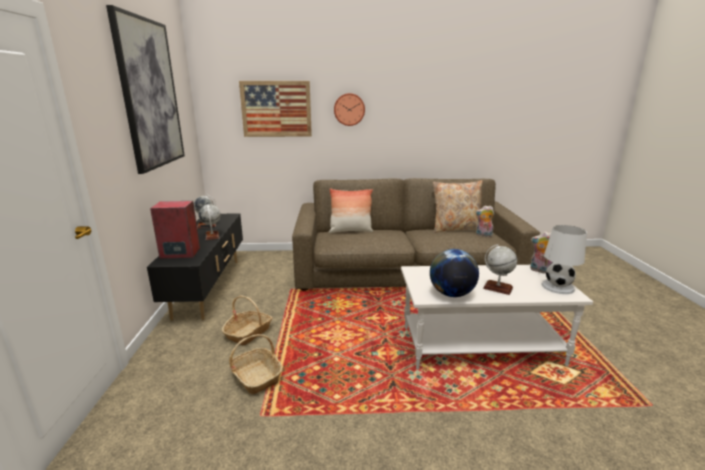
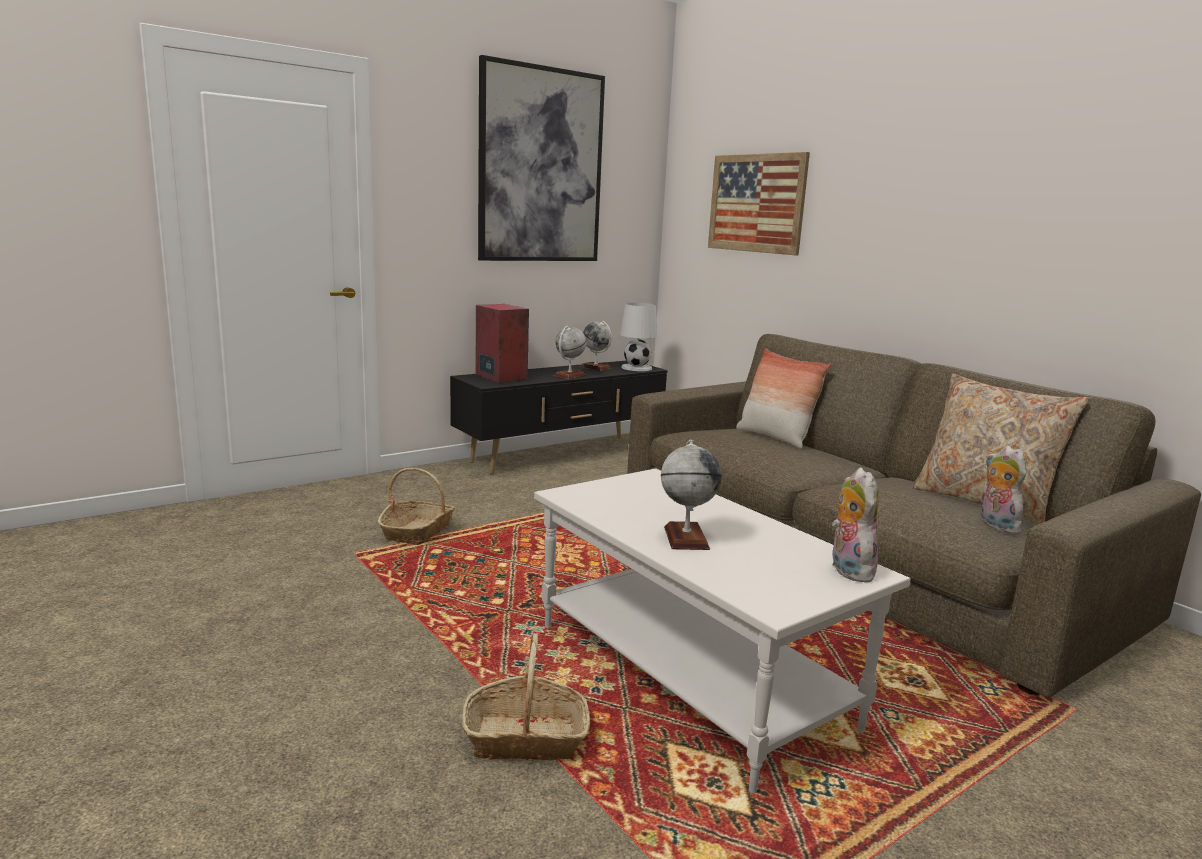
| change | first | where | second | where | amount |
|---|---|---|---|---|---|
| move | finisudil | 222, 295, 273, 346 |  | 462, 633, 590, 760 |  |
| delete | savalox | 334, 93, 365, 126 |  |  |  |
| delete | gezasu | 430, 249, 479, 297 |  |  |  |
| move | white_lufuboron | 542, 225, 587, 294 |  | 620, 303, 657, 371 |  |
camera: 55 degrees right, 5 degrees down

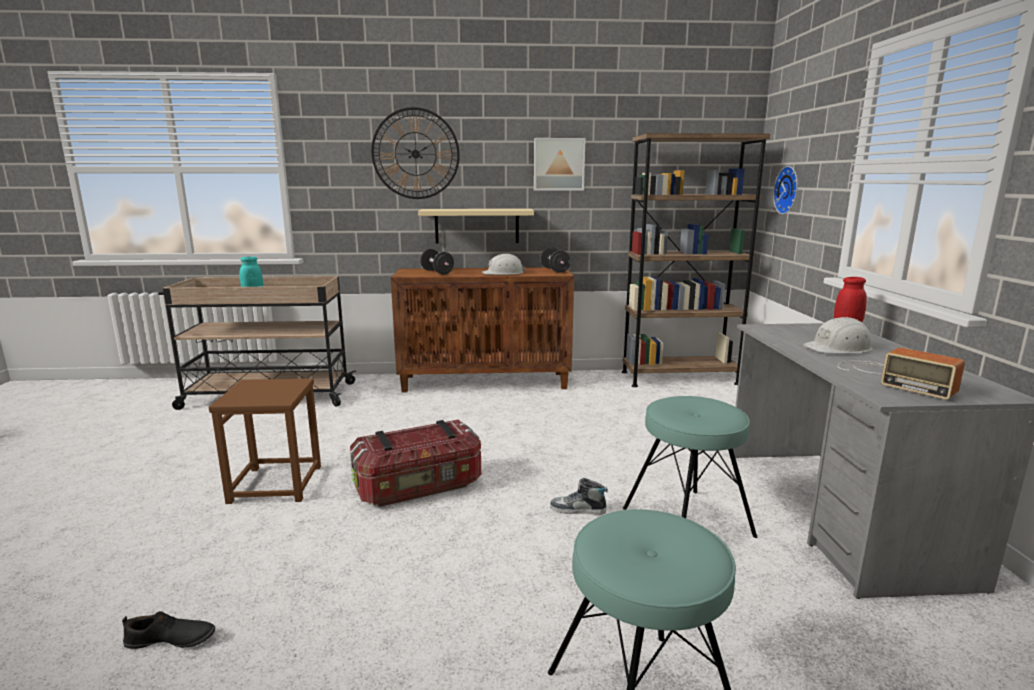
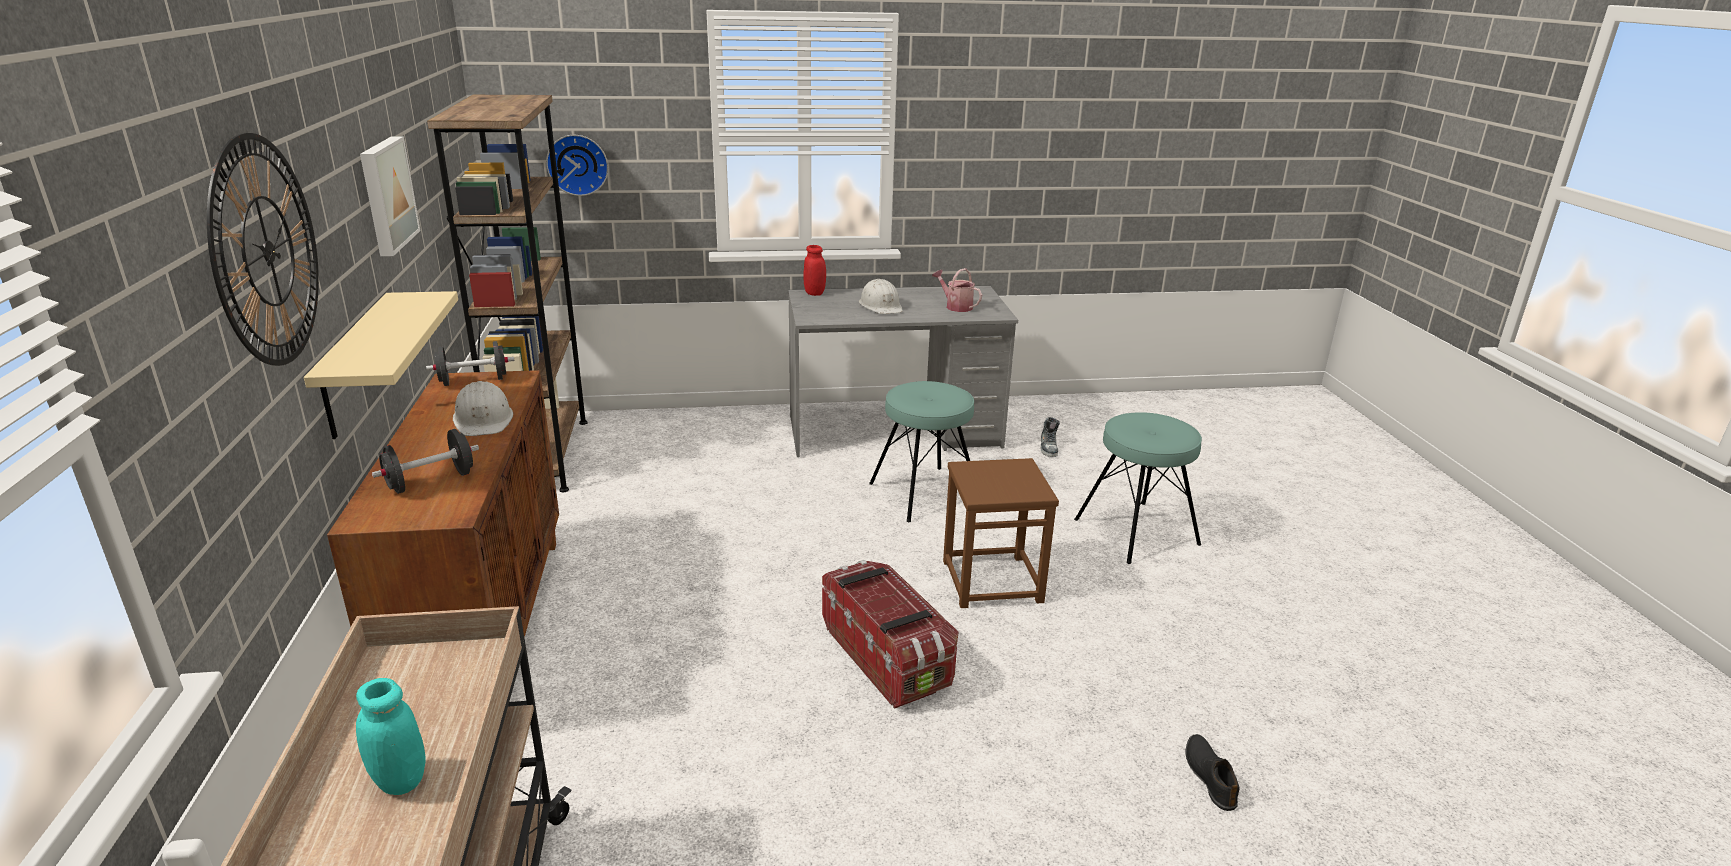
| change | first | where | second | where | amount |
|---|---|---|---|---|---|
| move | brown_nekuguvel | 209, 378, 321, 504 |  | 943, 458, 1059, 608 |  |
| move | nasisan | 550, 478, 608, 515 |  | 1041, 417, 1060, 457 |  |
| replace | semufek | 838, 347, 965, 400 | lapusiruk | 932, 268, 982, 312 |  |
camera: 95 degrees left, 10 degrees up

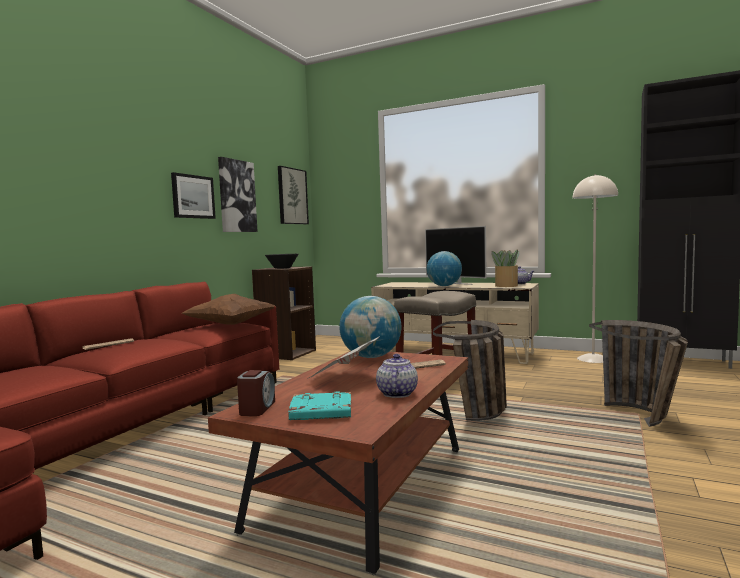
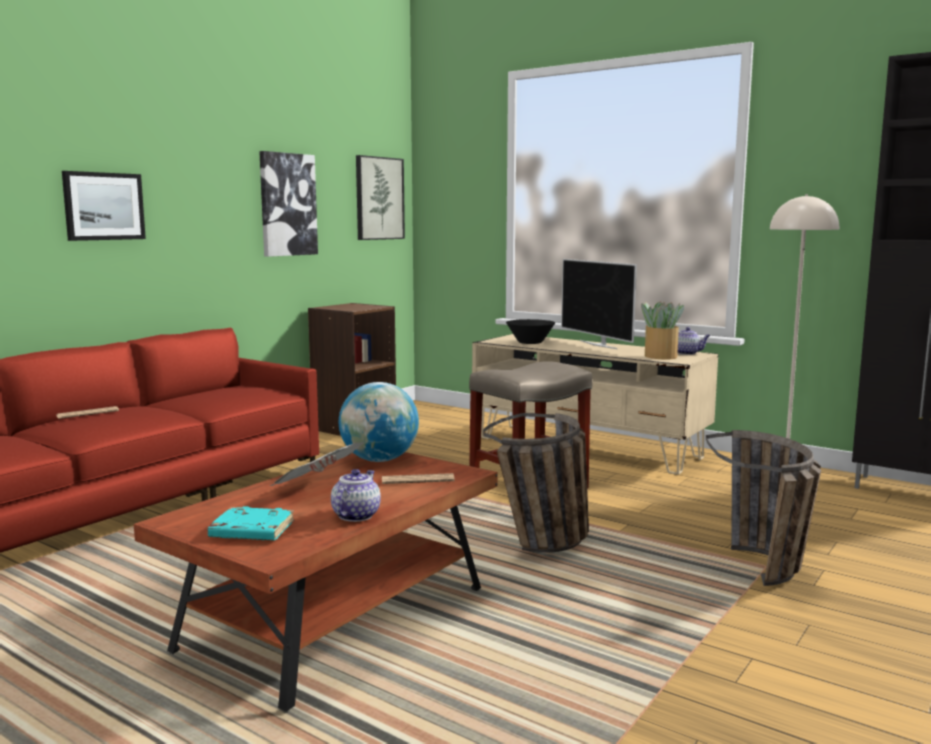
| change | first | where | second | where | amount |
|---|---|---|---|---|---|
| move | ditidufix | 171, 172, 216, 219 |  | 62, 171, 146, 241 |  |
| delete | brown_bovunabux | 182, 294, 275, 325 |  |  |  |
| delete | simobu | 237, 370, 275, 416 |  |  |  |
| move | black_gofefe | 265, 254, 298, 269 |  | 506, 319, 555, 344 |  |
| delete | gezasu | 427, 251, 462, 286 |  |  |  |
camera: 10 degrees right, 5 degrees up

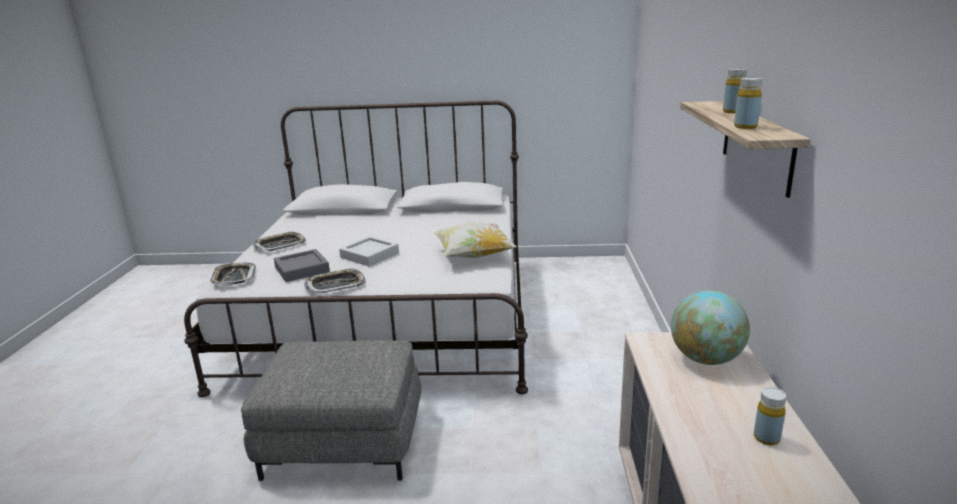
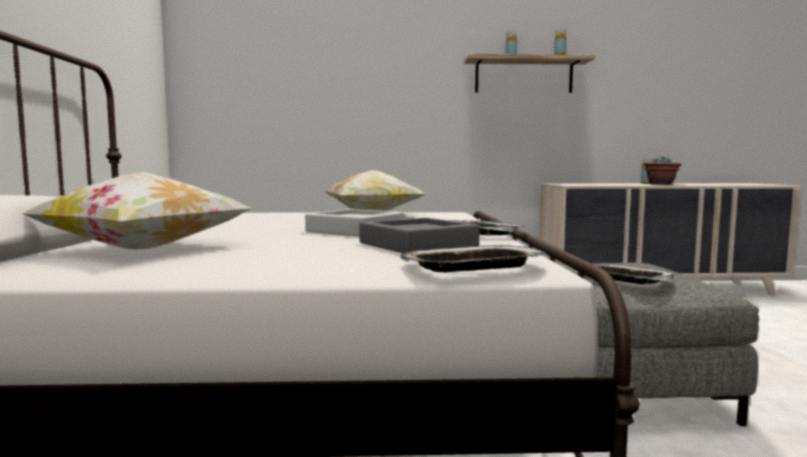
| change | first | where | second | where | amount |
|---|---|---|---|---|---|
| move | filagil | 253, 231, 306, 251 |  | 594, 263, 674, 284 |  |
| delete | gezasu | 671, 290, 750, 365 |  |  |  |
| insert |  |  | bovunabux | 23, 172, 252, 249 |  |
| insert |  |  | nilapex | 643, 156, 682, 185 |  |
camera: 95 degrees left, 15 degrees down

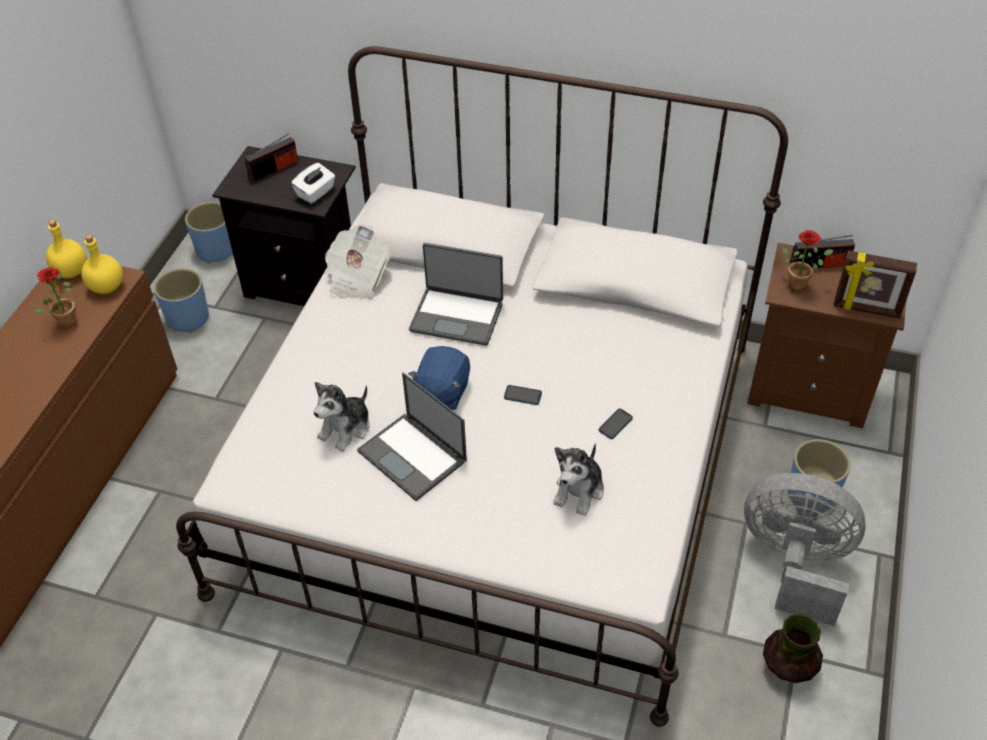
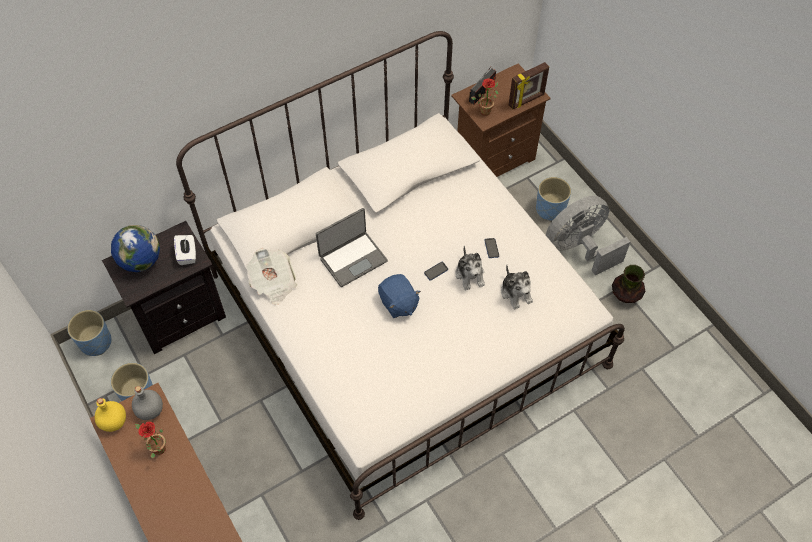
| change | first | where | second | where | amount |
|---|---|---|---|---|---|
| recolor | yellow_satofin | 81, 234, 123, 294 | grey_satofin | 132, 386, 163, 420 |  |
| replace | semufek | 245, 133, 298, 182 | gezasu | 111, 225, 160, 272 |  |
| move | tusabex | 314, 382, 370, 452 |  | 456, 246, 485, 290 |  |
| delete | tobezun | 357, 372, 467, 501 |  |  |  |
camera: 50 degrees left, 10 degrees up

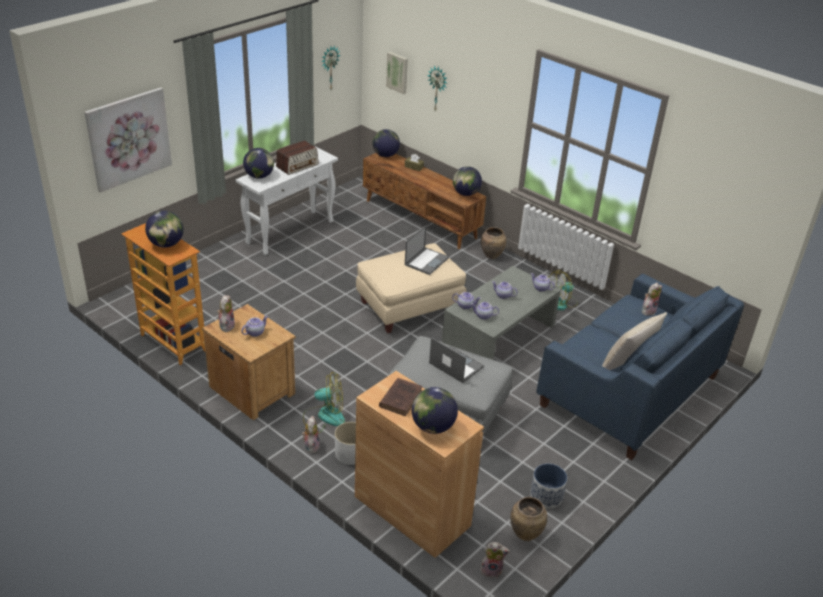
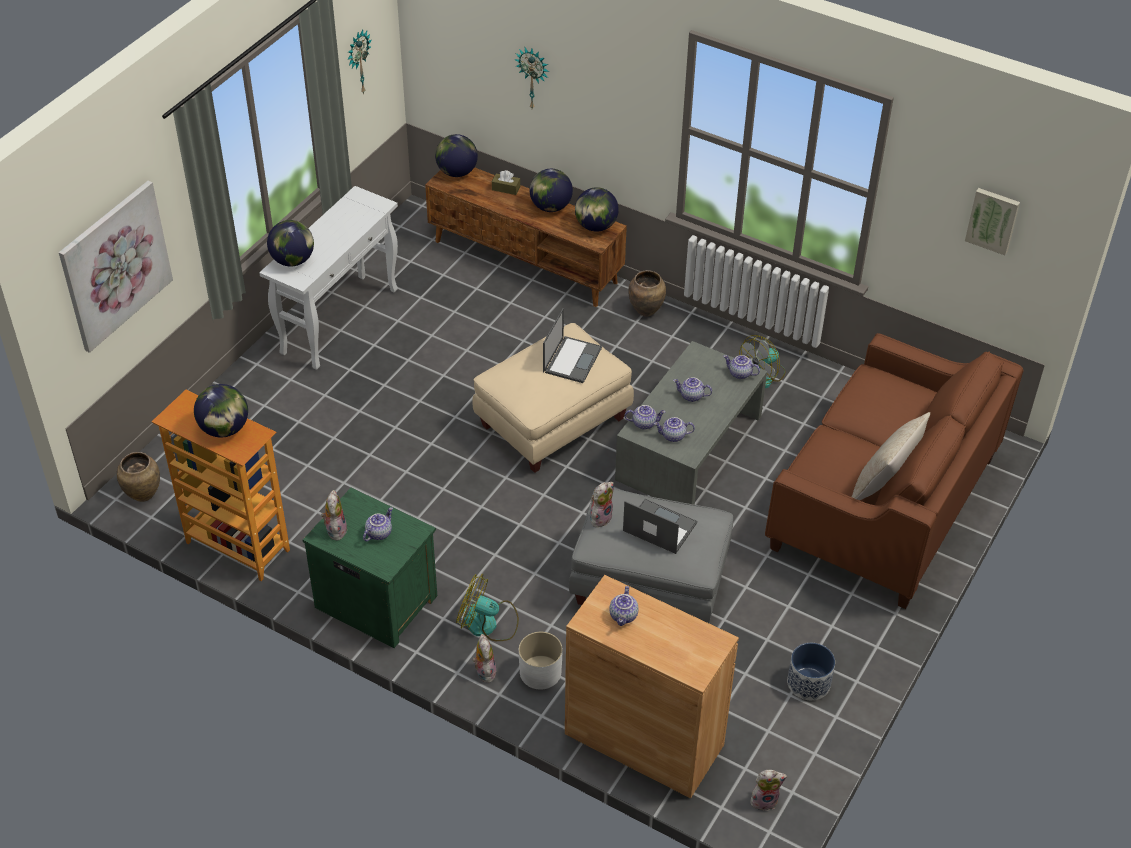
| change | first | where | second | where | amount |
|---|---|---|---|---|---|
| recolor | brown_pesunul | 202, 304, 296, 420 | green_pesunul | 302, 488, 437, 648 |  |
| delete | semufek | 276, 141, 319, 175 |  |  |  |
| rotate | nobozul | 303, 372, 345, 433 |  | 456, 574, 519, 641 | 150 degrees counterclockwise |
| replace | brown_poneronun | 379, 378, 423, 416 | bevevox | 609, 586, 639, 626 |  |
| move | ditidufix | 386, 52, 408, 94 |  | 965, 188, 1020, 255 |  |
| move | gezasu | 412, 387, 458, 434 |  | 530, 169, 573, 212 |  |
| move | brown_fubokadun | 510, 497, 547, 541 |  | 117, 452, 160, 502 |  |
| recolor | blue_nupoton | 536, 274, 744, 460 | brown_nupoton | 765, 333, 1023, 609 |  |
| move | tusabex | 642, 283, 662, 316 |  | 590, 482, 614, 527 |  |
camera: 10 degrees left, 10 degrees up

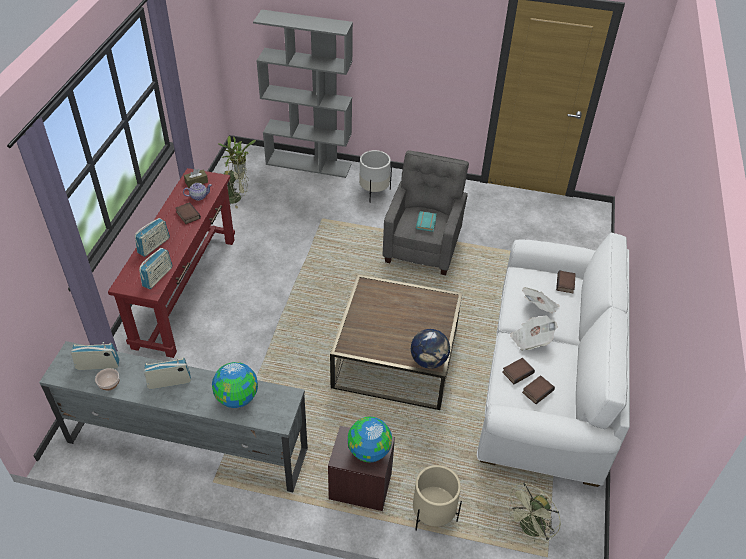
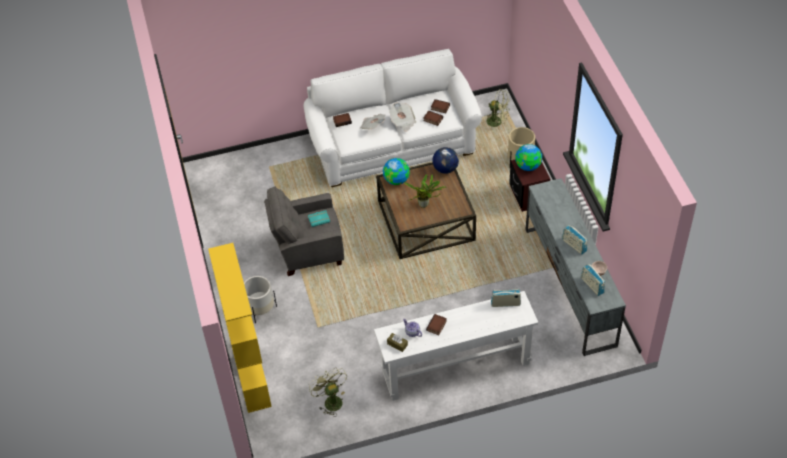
| change | first | where | second | where | amount |
|---|---|---|---|---|---|
| recolor | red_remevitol | 108, 168, 235, 358 | white_remevitol | 374, 291, 538, 401 |  |
| delete | semufek | 135, 218, 170, 257 |  |  |  |
| move | gezasu | 212, 362, 258, 408 |  | 383, 158, 410, 185 |  |
| move | nilapex | 218, 136, 256, 174 |  | 404, 174, 446, 208 |  |
| recolor | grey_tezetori | 253, 9, 353, 178 | yellow_tezetori | 208, 243, 272, 413 |  |
camera: 115 degrees left, 5 degrees up

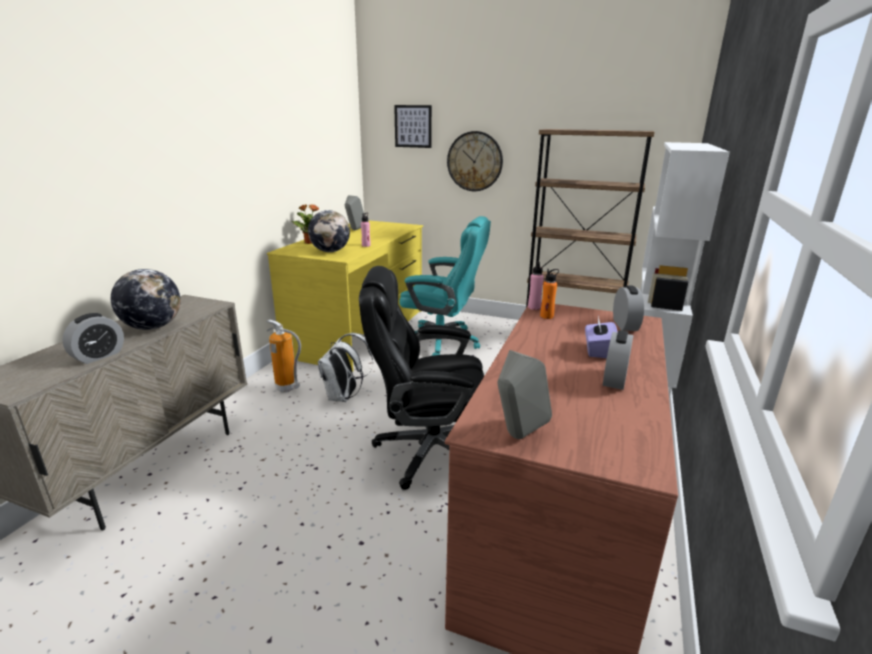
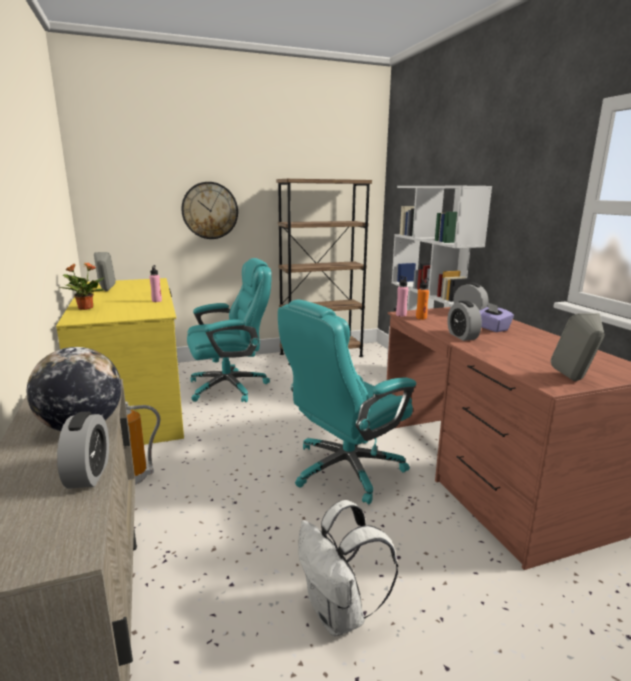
| change | first | where | second | where | amount |
|---|---|---|---|---|---|
| delete | gezasu | 308, 210, 350, 252 |  |  |  |
| move | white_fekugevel | 318, 333, 373, 402 |  | 298, 500, 398, 636 |  |
| recolor | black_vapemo | 359, 266, 484, 490 | turquoise_vapemo | 278, 300, 416, 504 |  |
| delete | ditidufix | 394, 105, 432, 148 |  |  |  |
| move | simobu | 603, 330, 633, 390 |  | 447, 301, 482, 341 |  |
camera: 40 degrees left, 5 degrees down

